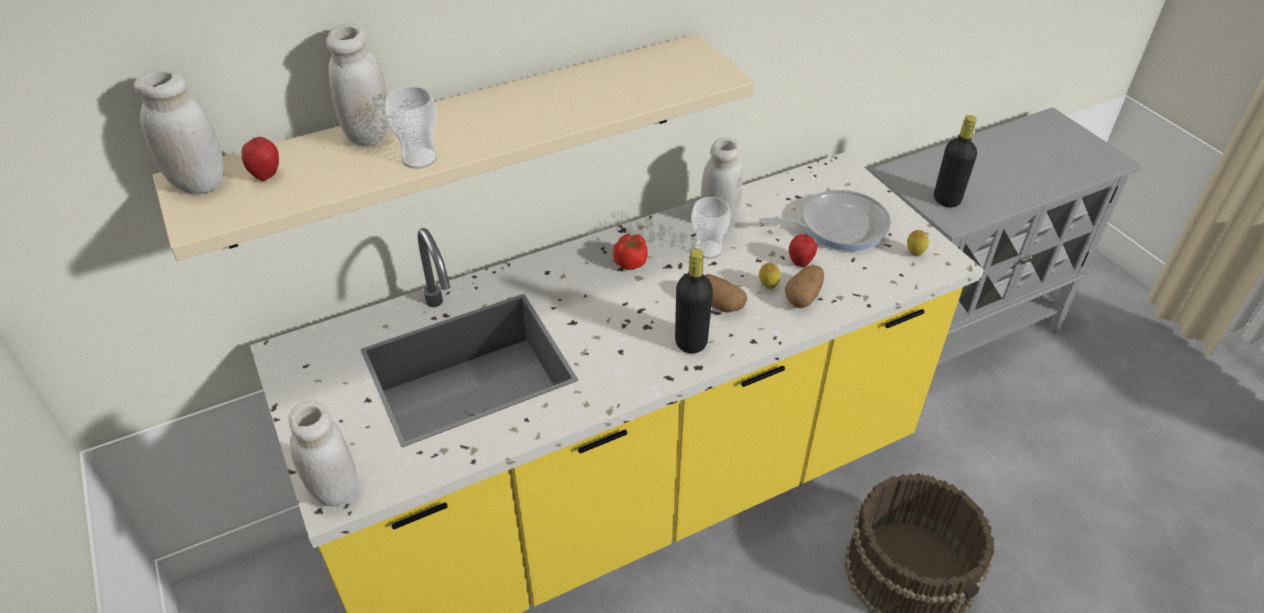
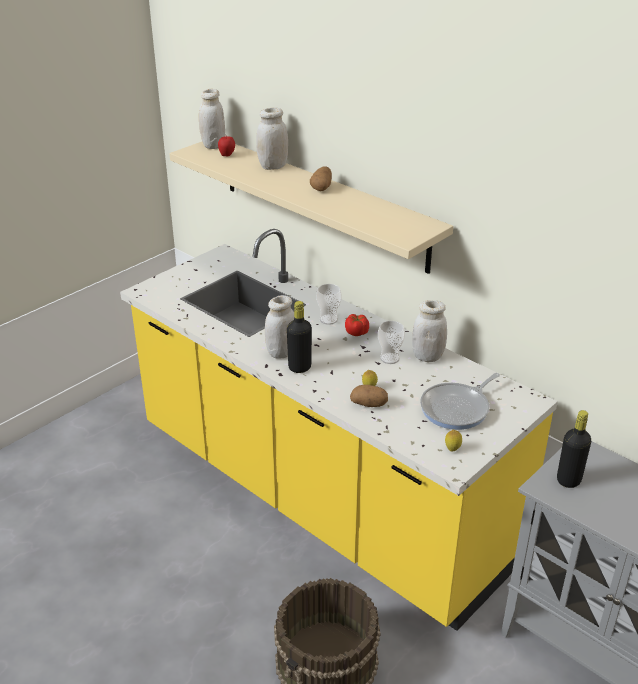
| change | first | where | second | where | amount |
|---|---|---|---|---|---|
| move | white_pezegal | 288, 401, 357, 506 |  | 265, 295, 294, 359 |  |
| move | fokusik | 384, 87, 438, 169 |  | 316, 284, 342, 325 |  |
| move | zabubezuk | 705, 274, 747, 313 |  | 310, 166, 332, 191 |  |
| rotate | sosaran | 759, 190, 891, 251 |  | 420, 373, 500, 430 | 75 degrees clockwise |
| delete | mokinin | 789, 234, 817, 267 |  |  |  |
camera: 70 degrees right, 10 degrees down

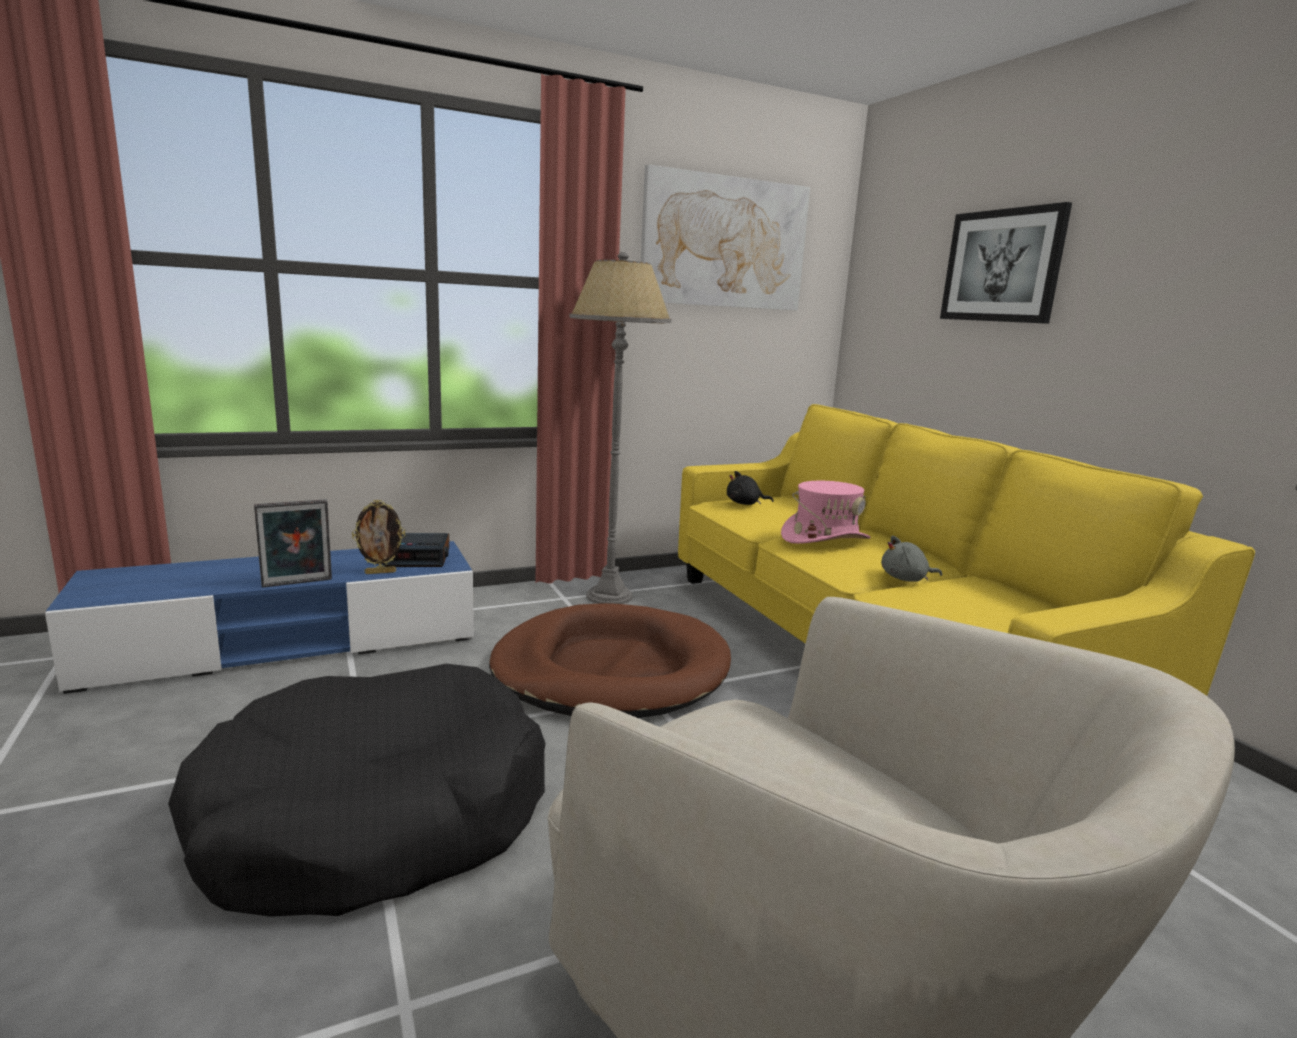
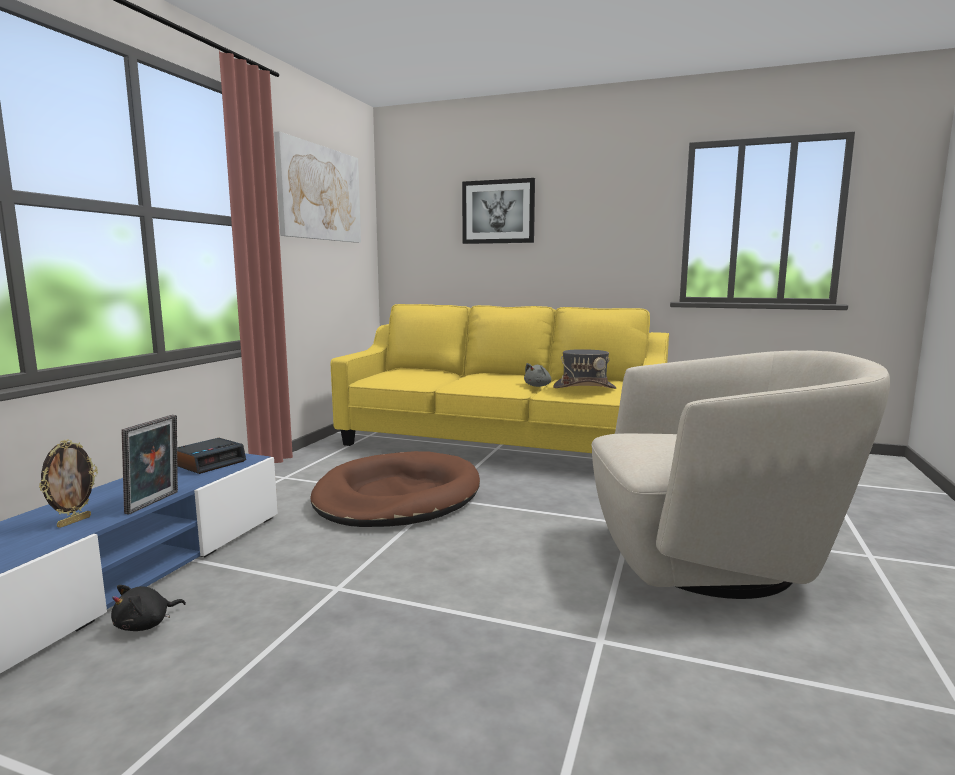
| change | first | where | second | where | amount |
|---|---|---|---|---|---|
| delete | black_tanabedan | 168, 664, 545, 917 |  |  |  |
| move | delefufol | 352, 500, 406, 574 |  | 39, 439, 98, 528 |  |
| delete | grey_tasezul | 569, 252, 672, 604 |  |  |  |
| move | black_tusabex | 727, 471, 774, 505 |  | 111, 585, 186, 631 |  |
| delete | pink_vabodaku | 781, 481, 871, 544 |  |  |  |
| insert |  |  | grey_vabodaku | 553, 349, 616, 389 |  |
camera: 45 degrees left, 5 degrees down

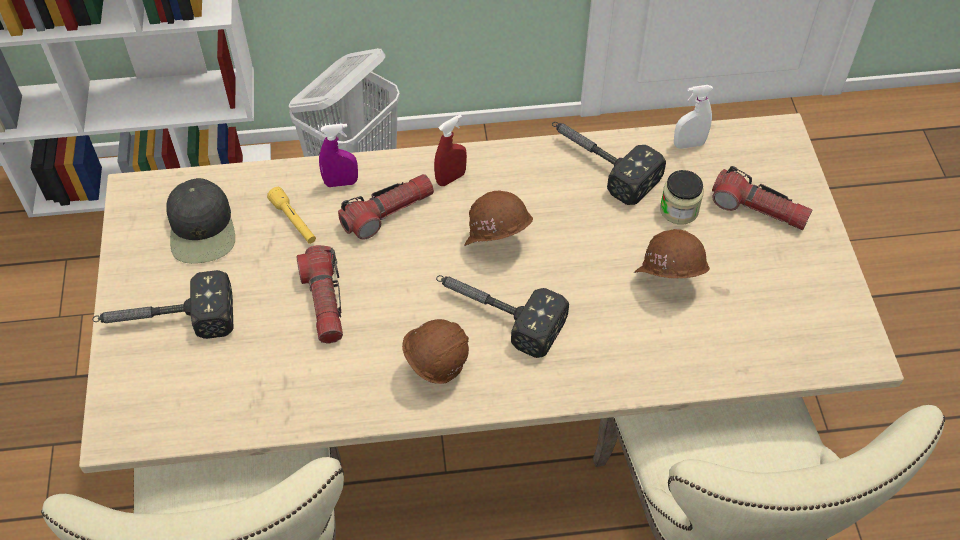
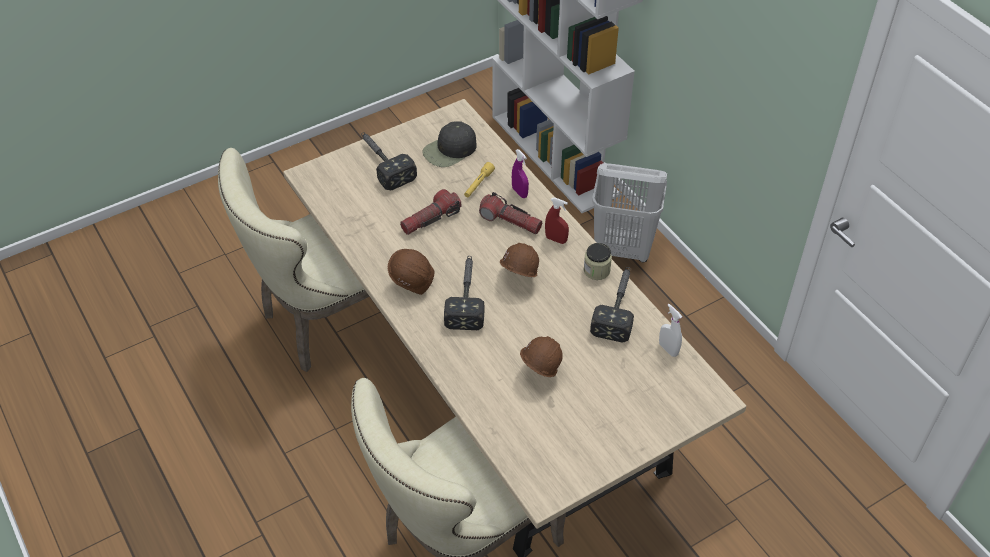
| change | first | where | second | where | amount |
|---|---|---|---|---|---|
| move | pezegal | 660, 170, 704, 225 |  | 584, 243, 612, 280 |  |
| delete | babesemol | 712, 166, 812, 230 |  |  |  |
camera: 65 degrees right, 5 degrees down

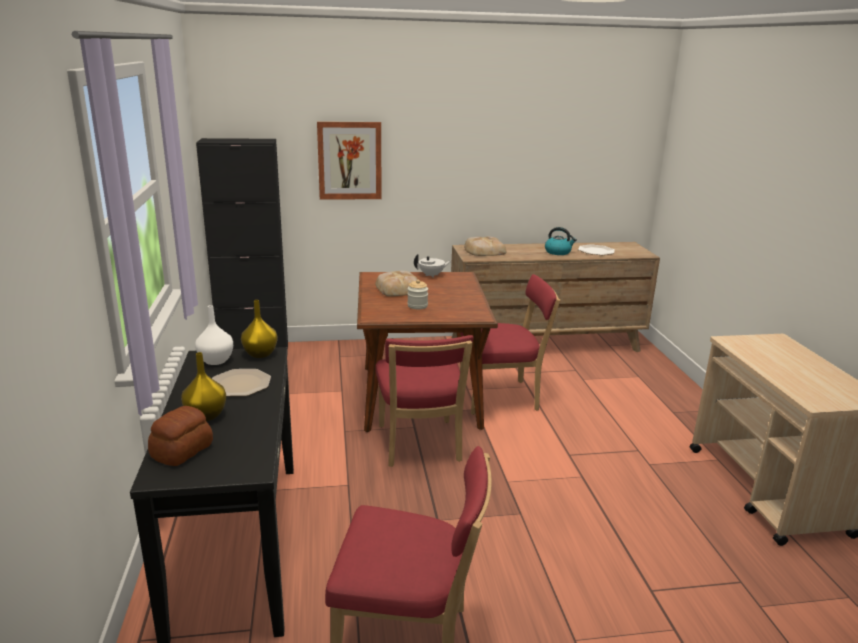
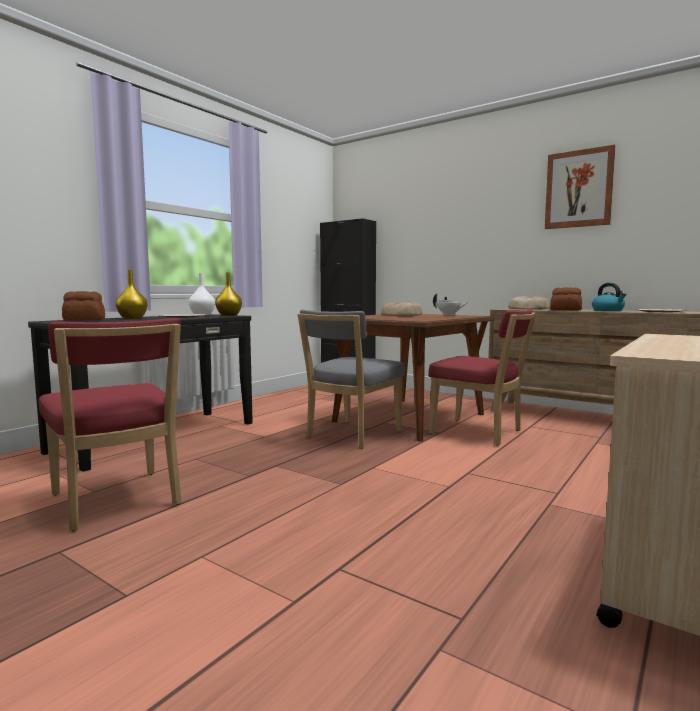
| change | first | where | second | where | amount |
|---|---|---|---|---|---|
| move | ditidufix | 317, 121, 381, 200 |  | 545, 145, 615, 229 |  |
| recolor | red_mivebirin | 375, 335, 474, 467 | grey_mivebirin | 297, 310, 405, 449 |  |
| delete | pezegal | 407, 279, 428, 309 |  |  |  |
| insert |  |  | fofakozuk | 550, 287, 582, 310 |  |
camera: 45 degrees right, 15 degrees down

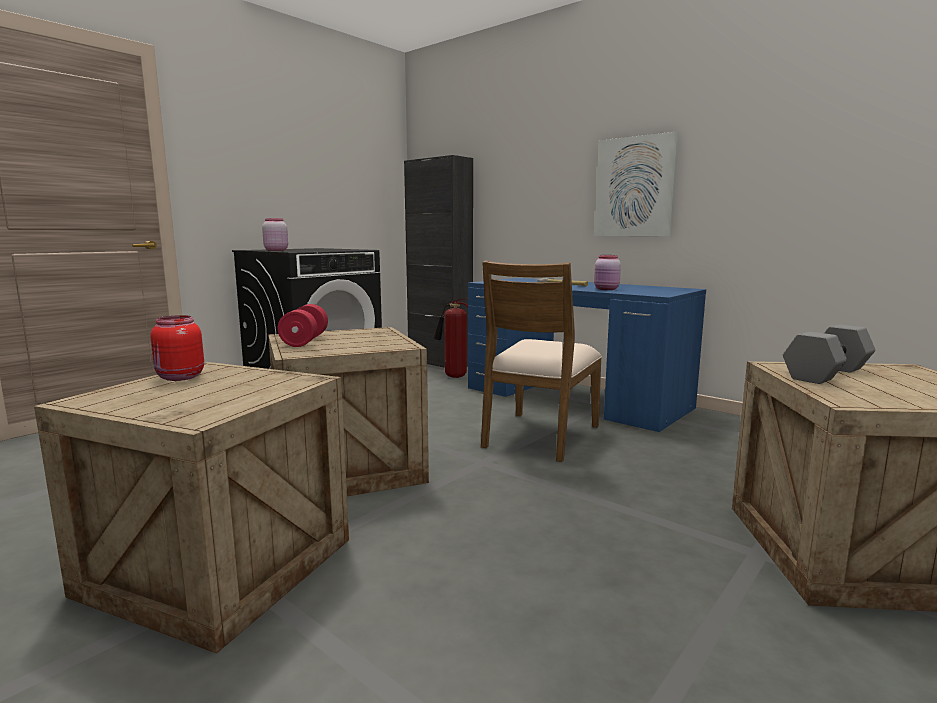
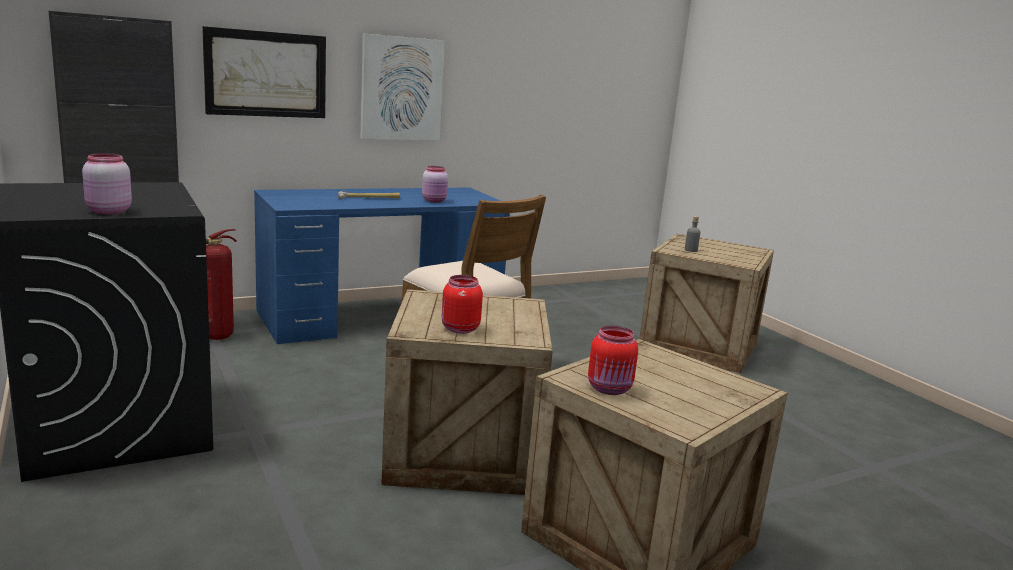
| change | first | where | second | where | amount |
|---|---|---|---|---|---|
| replace | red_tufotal | 277, 304, 328, 347 | red_pezegal | 442, 275, 483, 334 |  |
| replace | grey_tufotal | 783, 324, 875, 384 | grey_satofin | 685, 216, 700, 252 |  |
| insert |  |  | ditidufix | 202, 26, 326, 118 |  |
camera: 70 degrees left, 5 degrees up

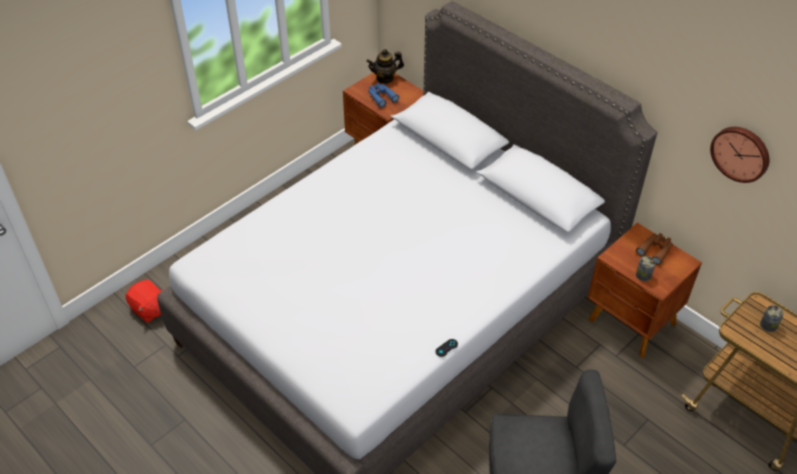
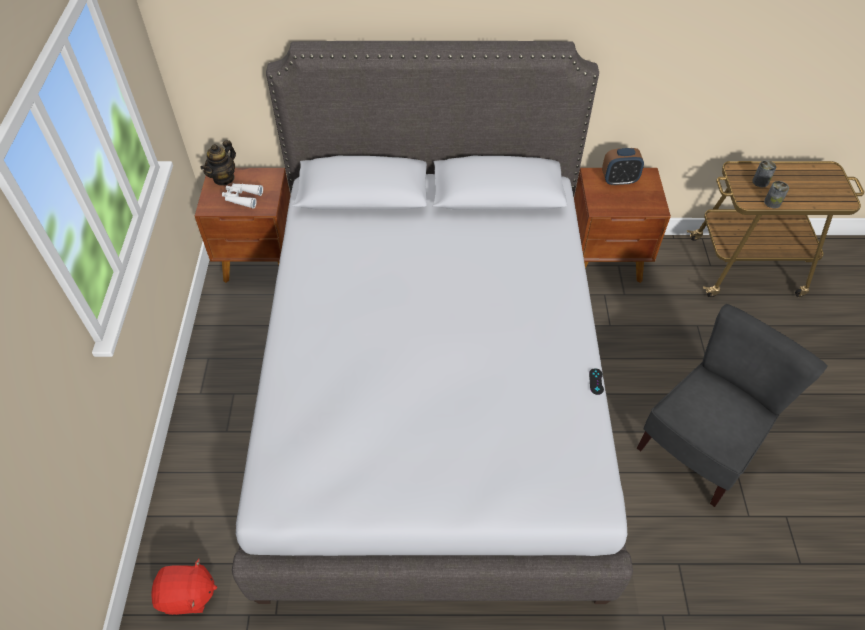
| change | first | where | second | where | amount |
|---|---|---|---|---|---|
| recolor | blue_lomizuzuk | 368, 83, 399, 108 | white_lomizuzuk | 222, 183, 263, 209 |  |
| replace | brown_lomizuzuk | 636, 233, 673, 265 | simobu | 602, 148, 644, 186 |  |
| move | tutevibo | 636, 256, 656, 281 |  | 764, 181, 789, 209 |  |
| delete | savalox | 710, 127, 770, 183 |  |  |  |
camera: 45 degrees left, 5 degrees up

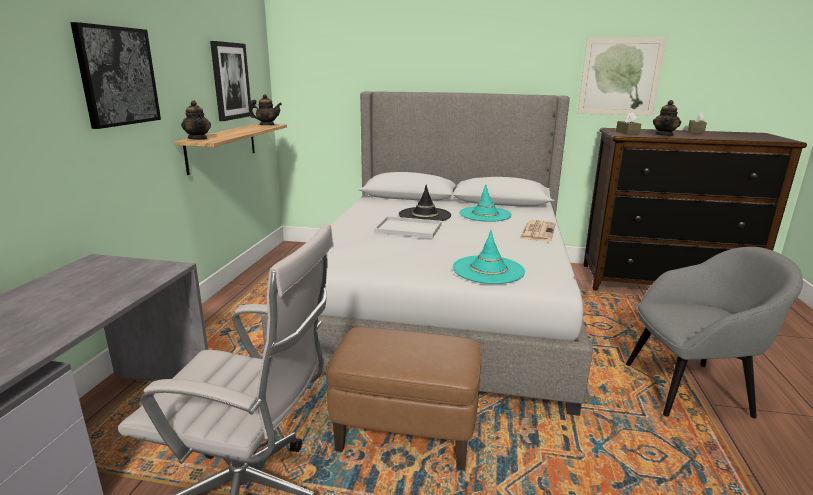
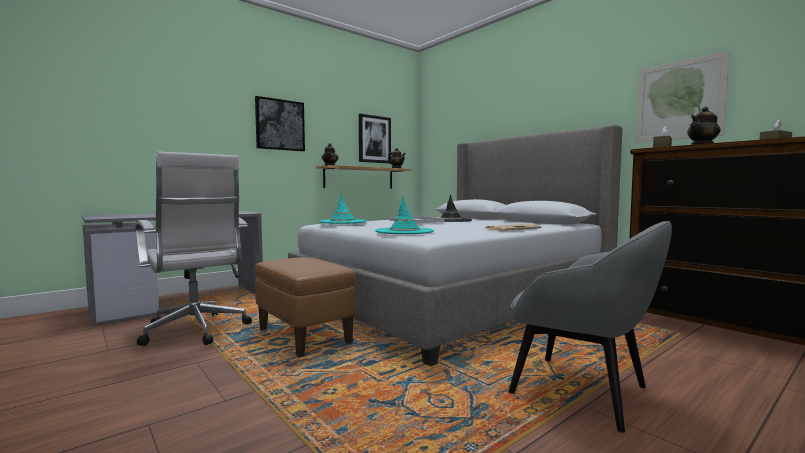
| change | first | where | second | where | amount |
|---|---|---|---|---|---|
| move | turquoise_vabodaku | 460, 184, 512, 222 |  | 319, 193, 367, 224 |  |
camera: 40 degrees right, 15 degrees down

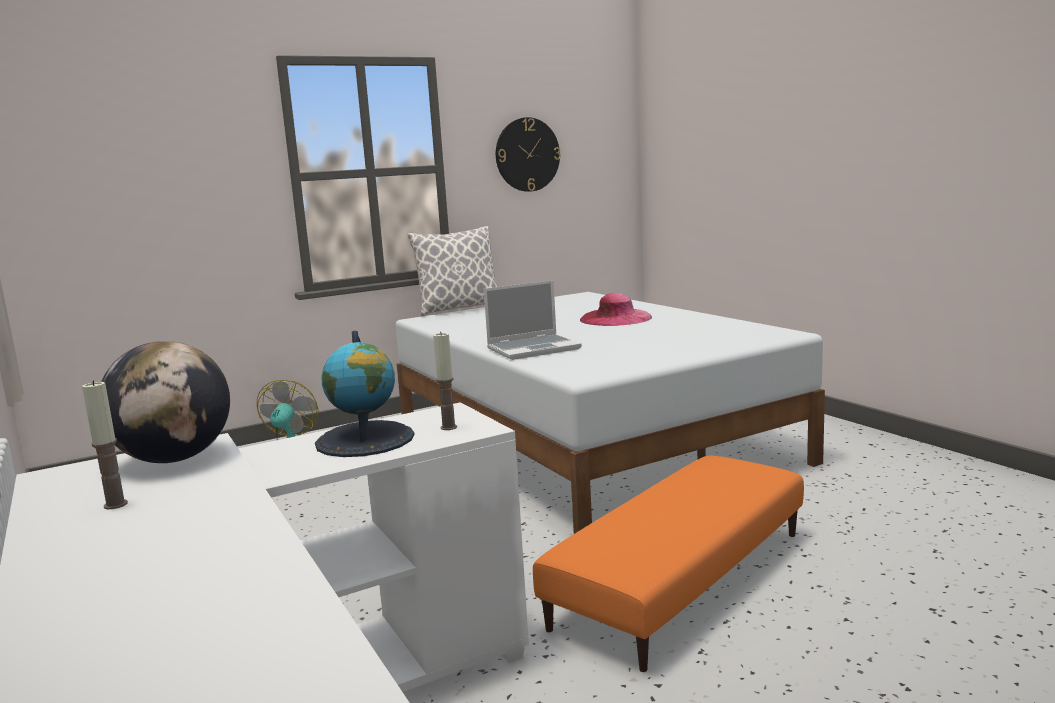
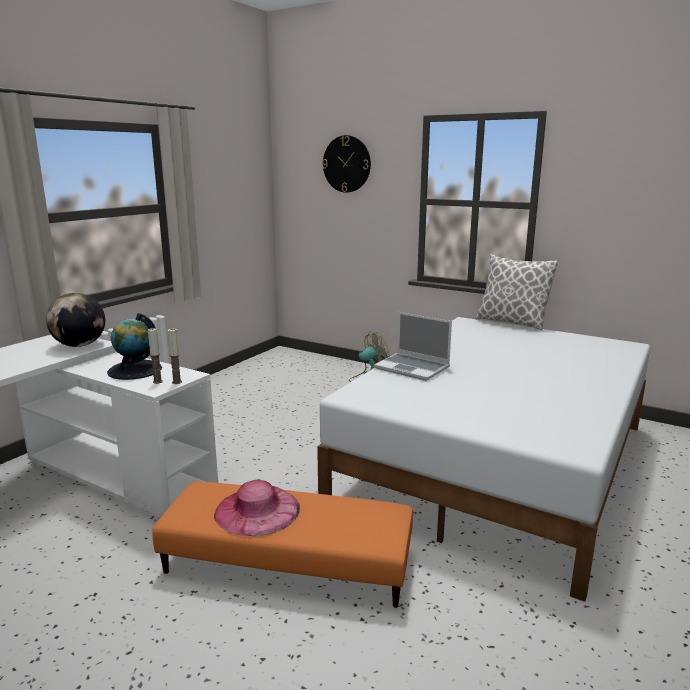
| change | first | where | second | where | amount |
|---|---|---|---|---|---|
| move | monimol | 82, 380, 128, 509 |  | 167, 329, 182, 384 |  |
| move | savalox | 496, 117, 561, 192 |  | 322, 135, 371, 193 |  |
| move | pink_vabodaku | 580, 293, 652, 326 |  | 214, 480, 300, 536 |  |
camera: 60 degrees right, 5 degrees up

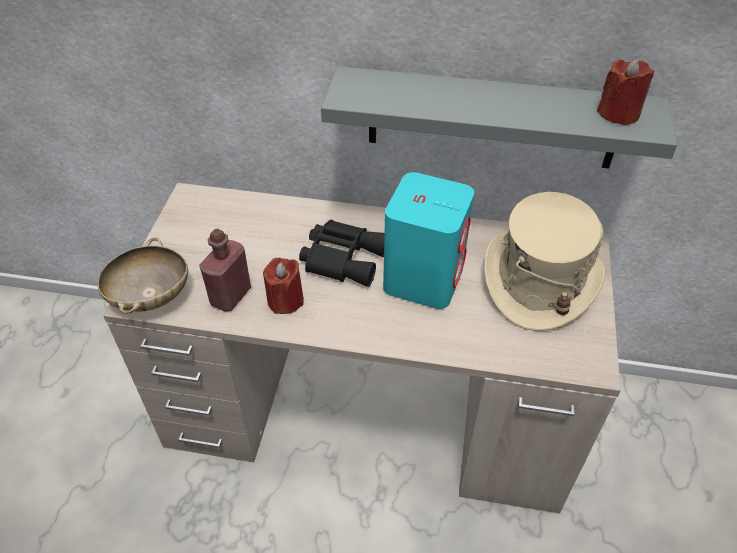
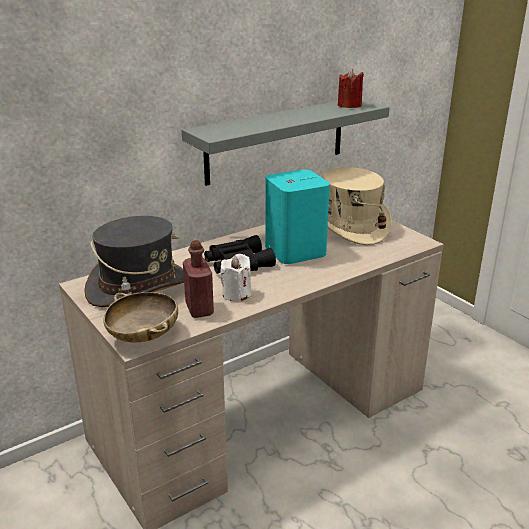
| change | first | where | second | where | amount |
|---|---|---|---|---|---|
| recolor | red_monimol | 263, 257, 304, 314 | white_monimol | 220, 254, 251, 302 |  |
| insert |  |  | grey_vabodaku | 85, 216, 184, 307 |  |
camera: 45 degrees left, 20 degrees down

